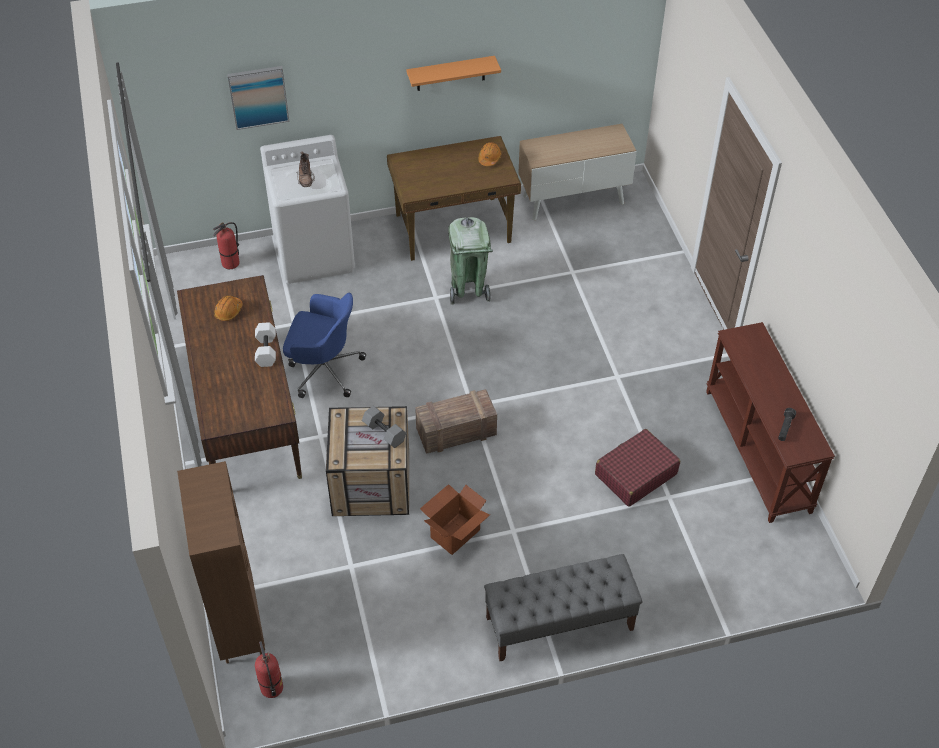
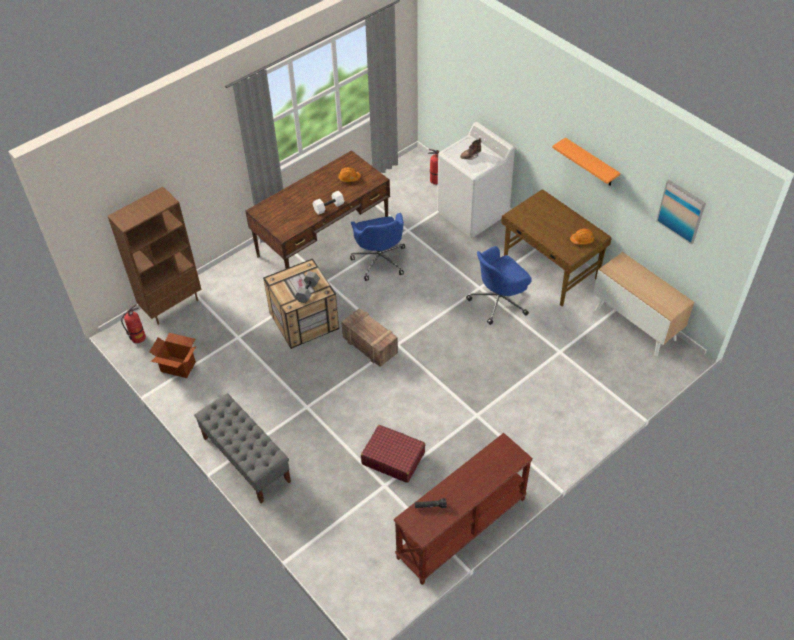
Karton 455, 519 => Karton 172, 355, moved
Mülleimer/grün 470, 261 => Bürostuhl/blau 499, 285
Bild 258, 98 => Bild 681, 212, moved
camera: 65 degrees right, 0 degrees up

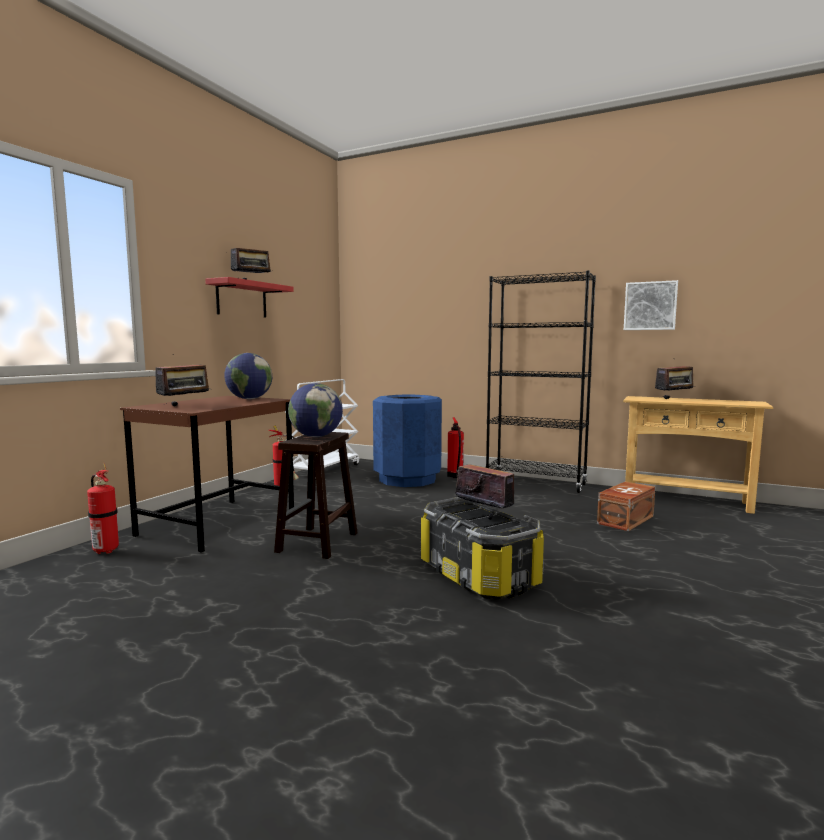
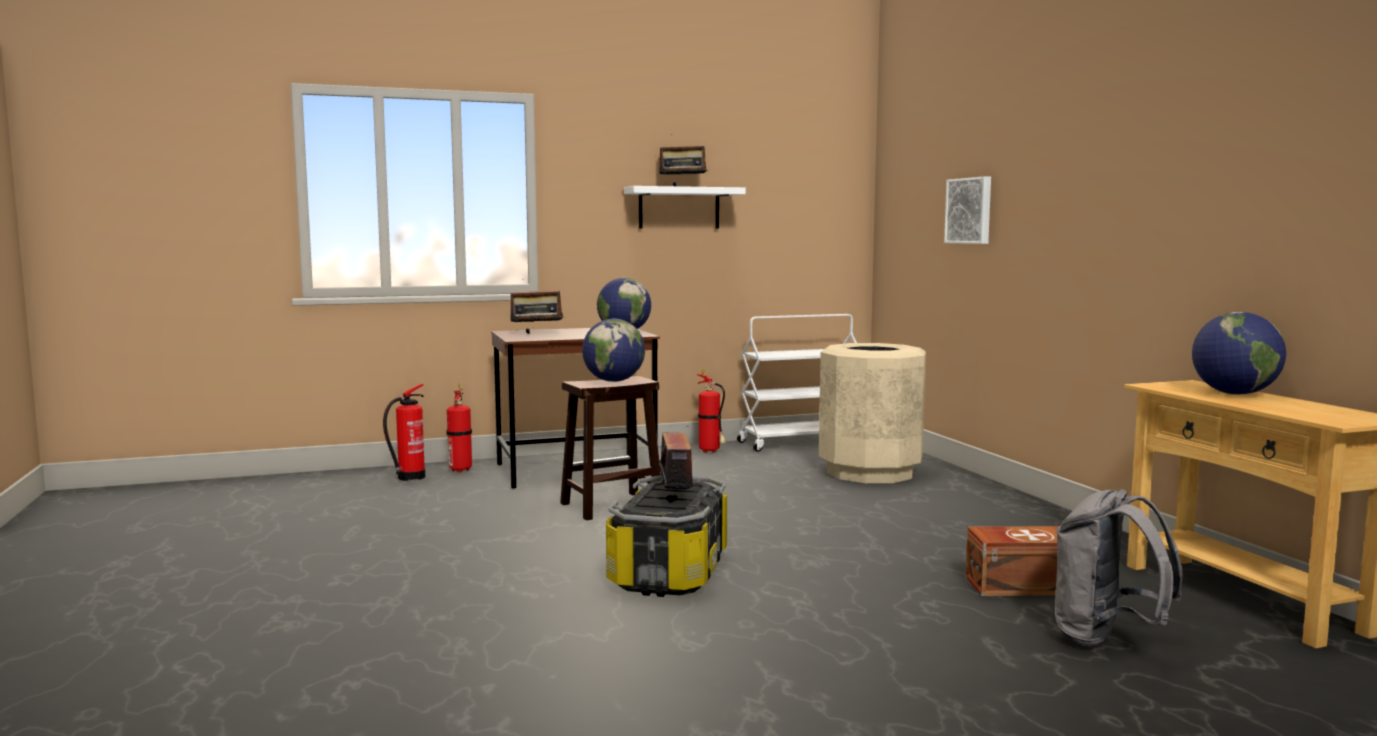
Feuerlöscher 455, 447 => Feuerlöscher 404, 432, moved
Wandregal/rot 249, 297 => Wandregal/weiß 685, 207
Mülleimer/blau 407, 440 => Mülleimer/beige 872, 413
Bild 651, 305 => Bild 967, 210, moved
nothing => Rucksack/grau 1118, 567
Radio 675, 382 => Globus 1239, 353
Bücherregal/schwarz 541, 381 => nothing
camera: 45 degrees right, 0 degrees up

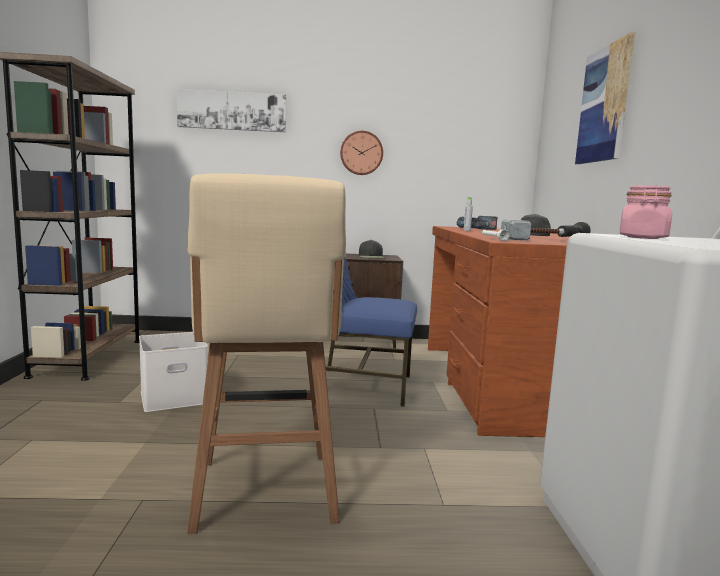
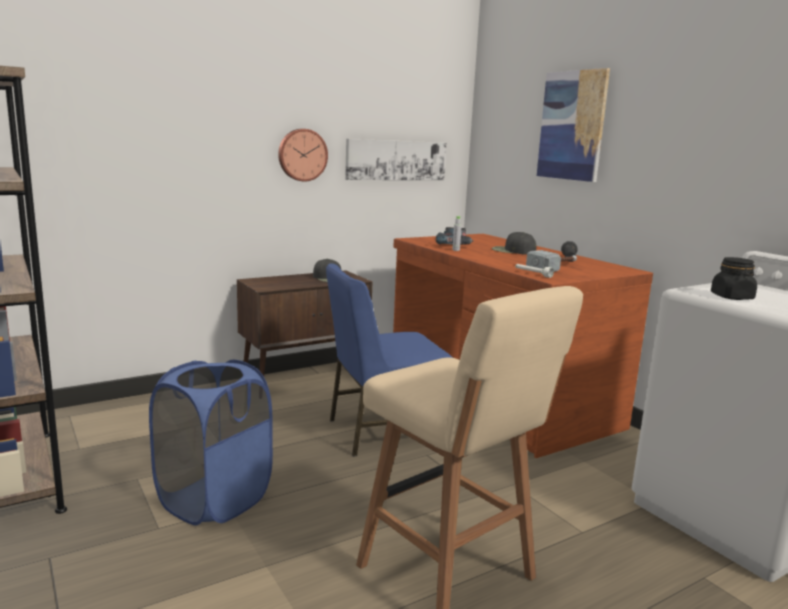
Aufbewahrungsbox/weiß 173, 372 => Wäschekorb/blau 211, 443
Bild 231, 110 => Bild 395, 159, moved
Vorratsglas/rosa 646, 212 => Vorratsglas/schwarz 734, 278
camera: 30 degrees left, 5 degrees up

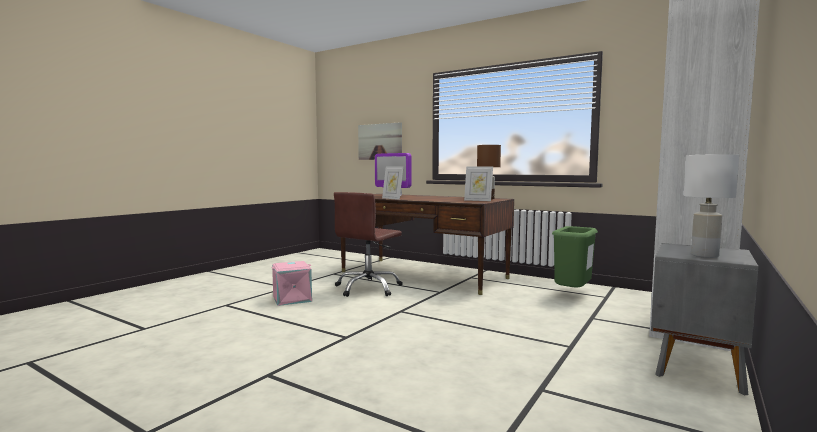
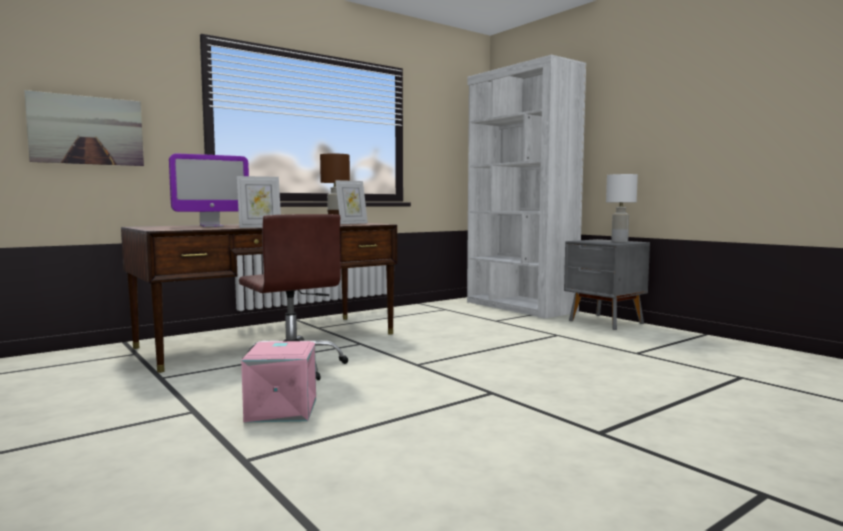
Mülleimer/grün 575, 257 => nothing
camera: 70 degrees left, 0 degrees up

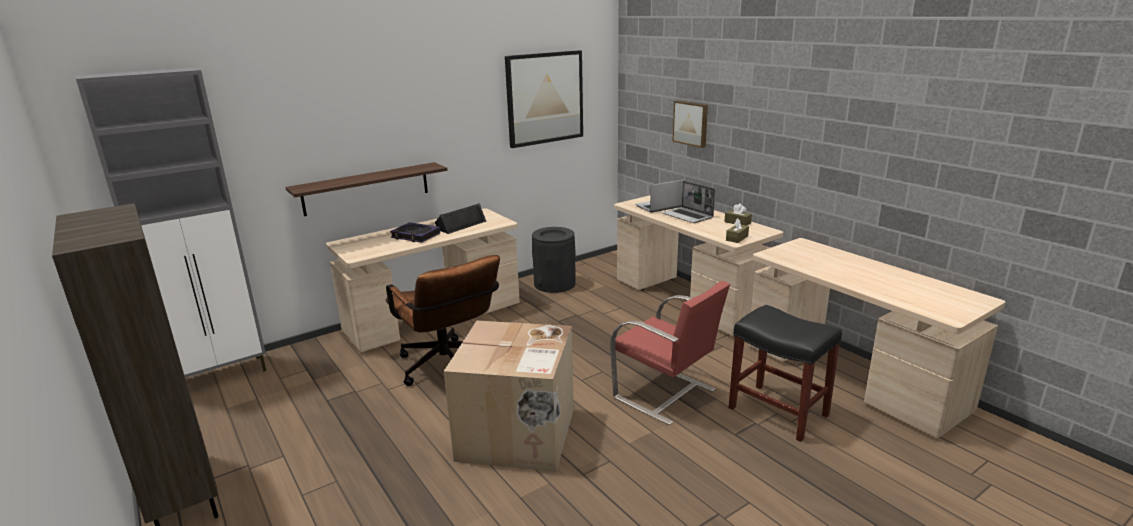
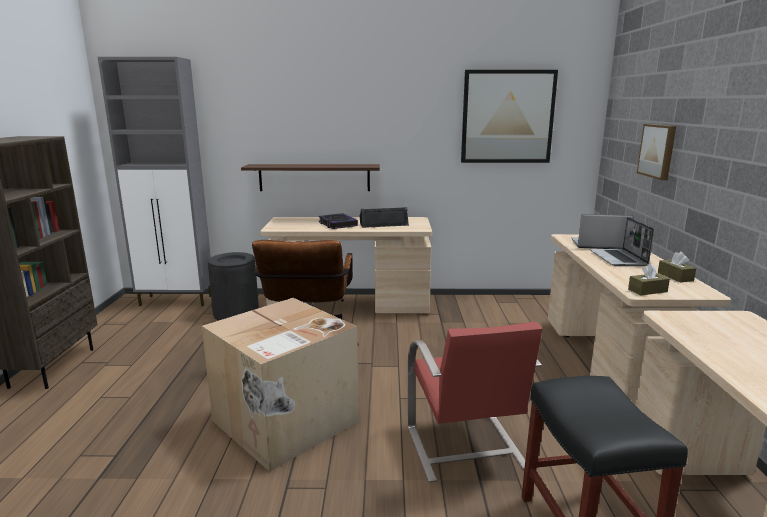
Mülleimer/schwarz 554, 260 => Mülleimer/schwarz 233, 286, moved
camera: 35 degrees right, 5 degrees down

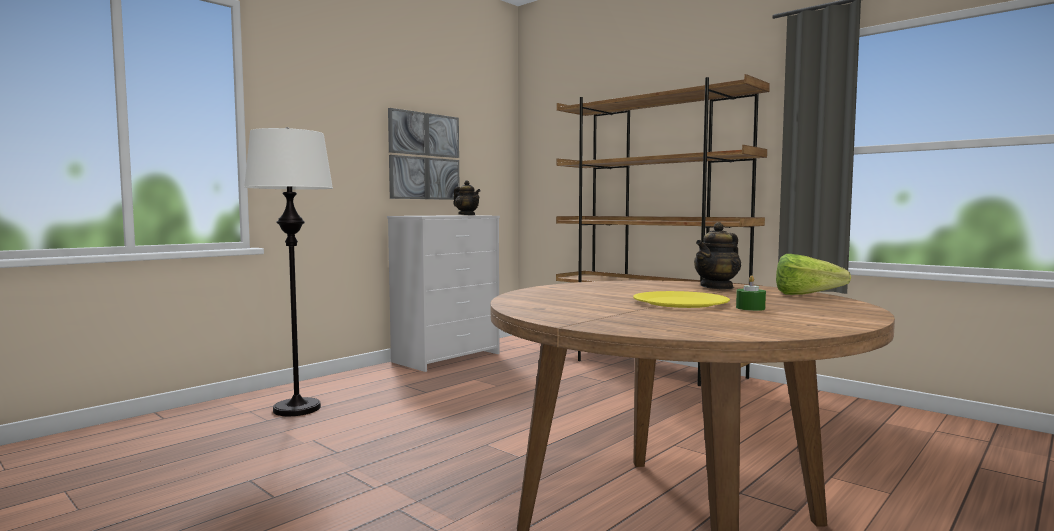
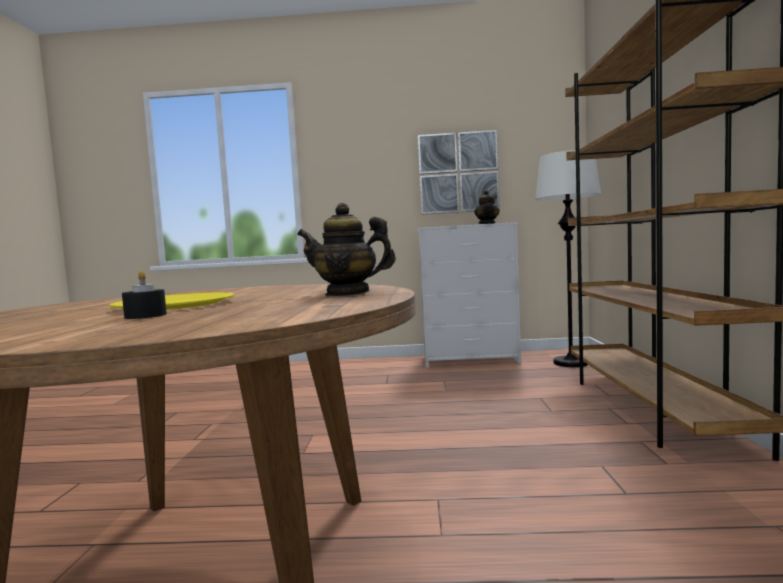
Kerze/grün 751, 293 => Kerze/schwarz 144, 295
Stehlampe/weiß 288, 271 => Stehlampe/weiß 568, 258, moved
Salatkopf 813, 274 => nothing
camera: 50 degrees right, 0 degrees up

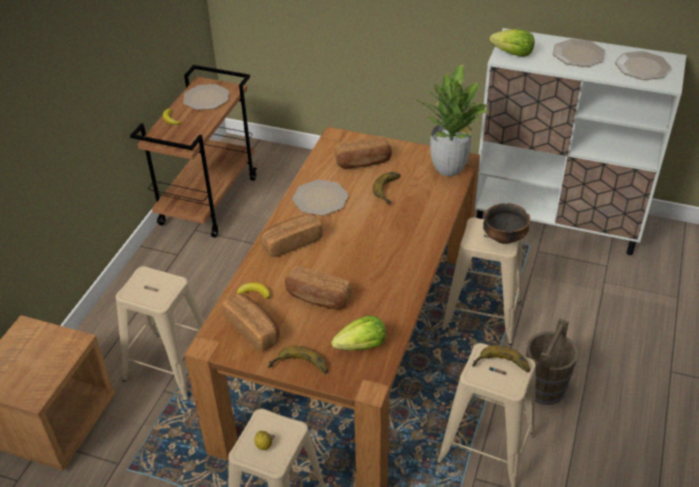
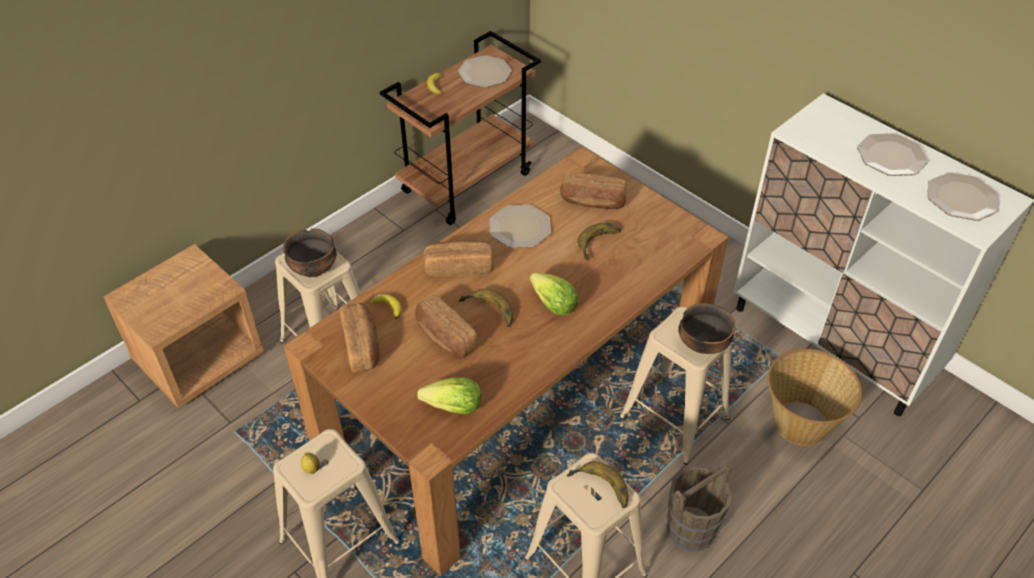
nothing => Schüssel 310, 252
Banane 298, 360 => Banane 486, 308, moved
Salatkopf 512, 43 => Salatkopf 554, 294, moved
nothing => Korb 814, 397
Topfpflanze 452, 120 => nothing
camera: 25 degrees right, 5 degrees up

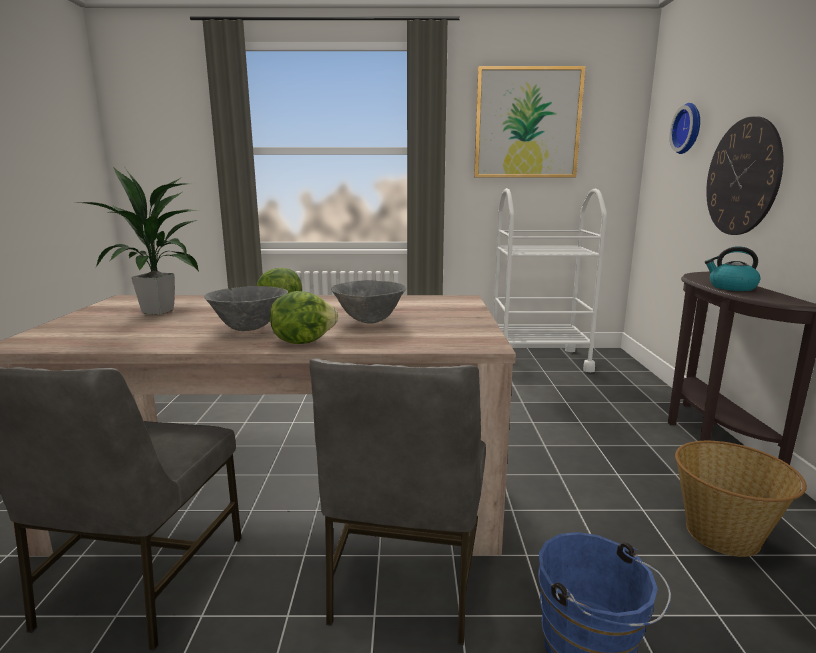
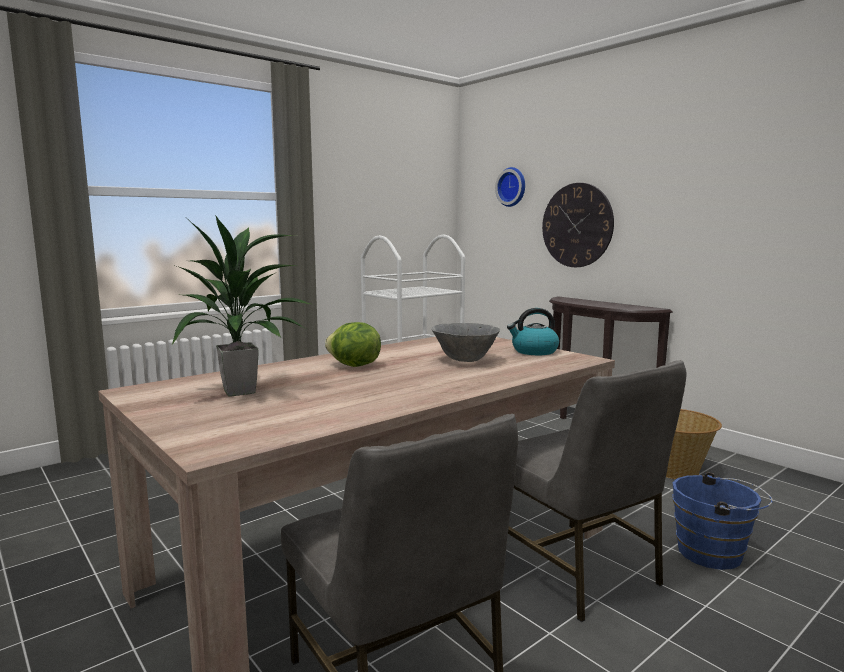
Wasserkessel 732, 268 => Wasserkessel 533, 331, moved
Schüssel/grau 246, 308 => nothing
Salatkopf 304, 317 => nothing
Bild 530, 121 => nothing
camera: 40 degrees left, 5 degrees down

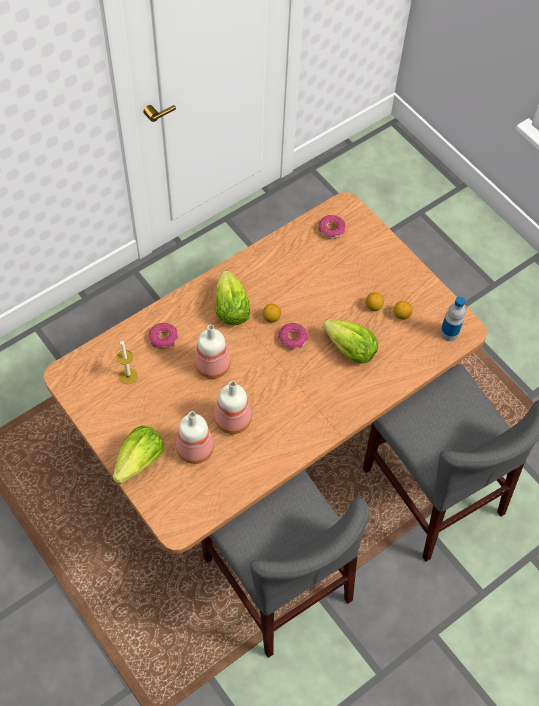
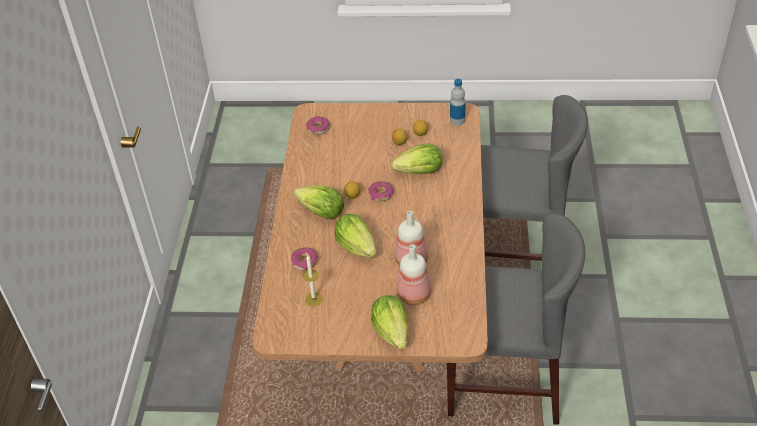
Flasche 212, 351 => Salatkopf 356, 236
camera: 45 degrees left, 15 degrees down

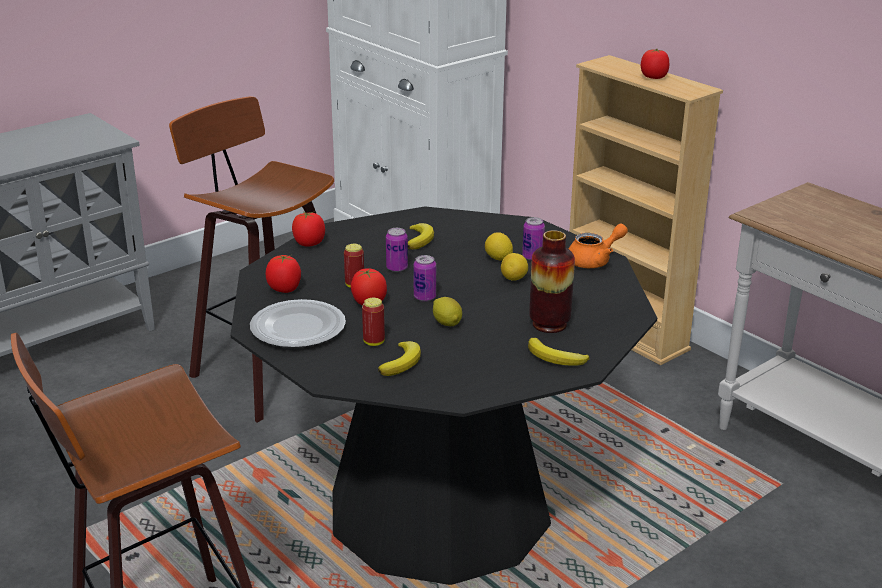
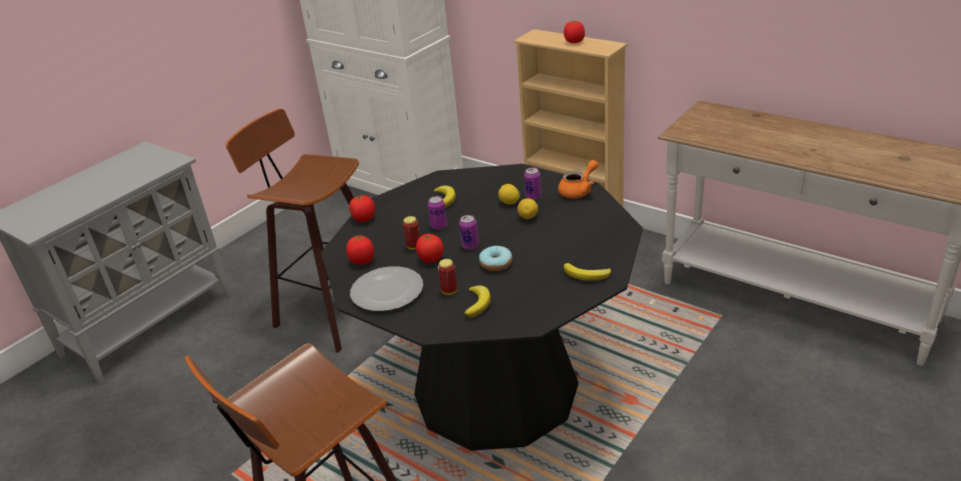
Zitrone 447, 311 => Donut 495, 258
Vase 552, 281 => nothing
camera: 10 degrees left, 5 degrees up

